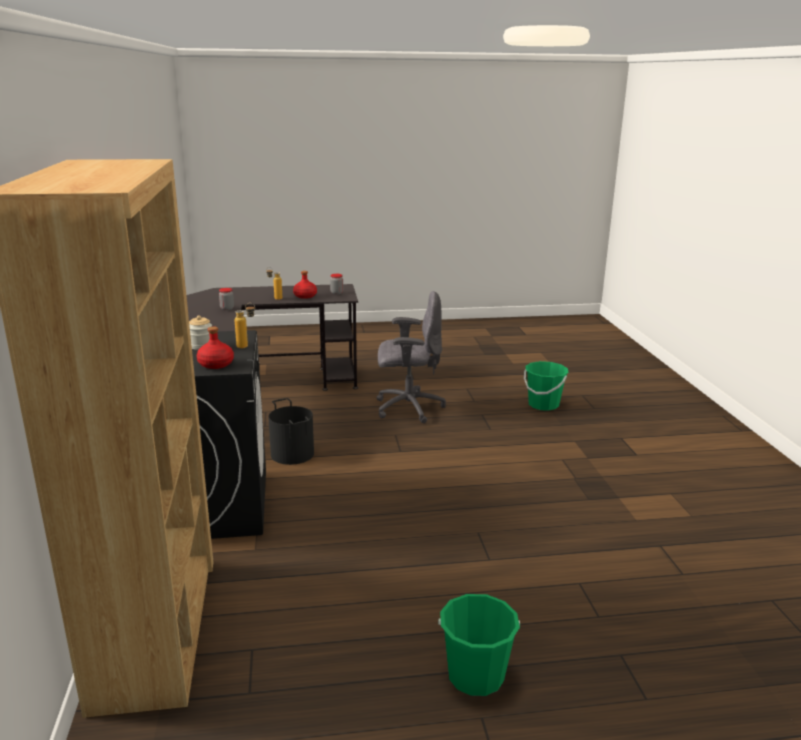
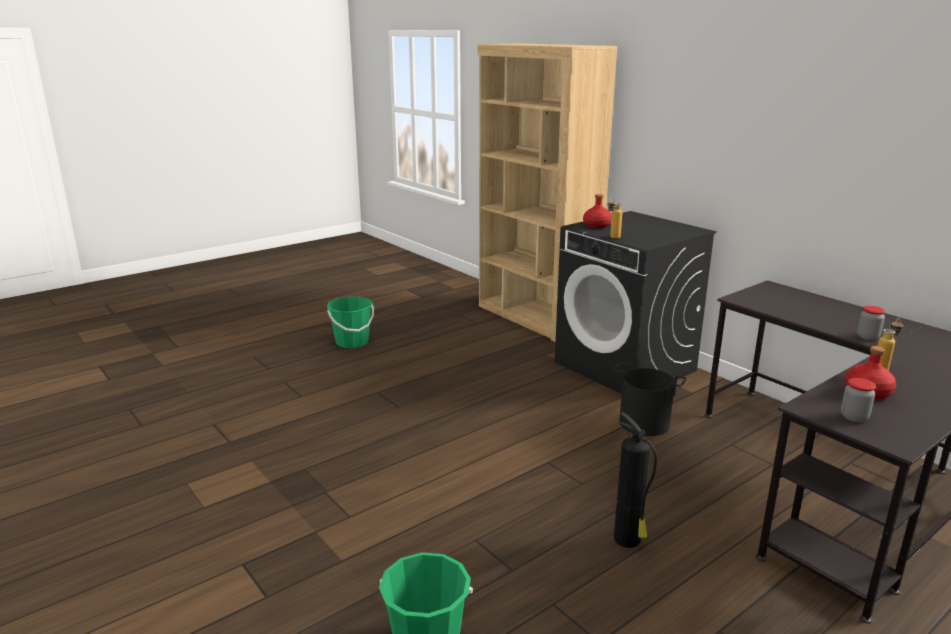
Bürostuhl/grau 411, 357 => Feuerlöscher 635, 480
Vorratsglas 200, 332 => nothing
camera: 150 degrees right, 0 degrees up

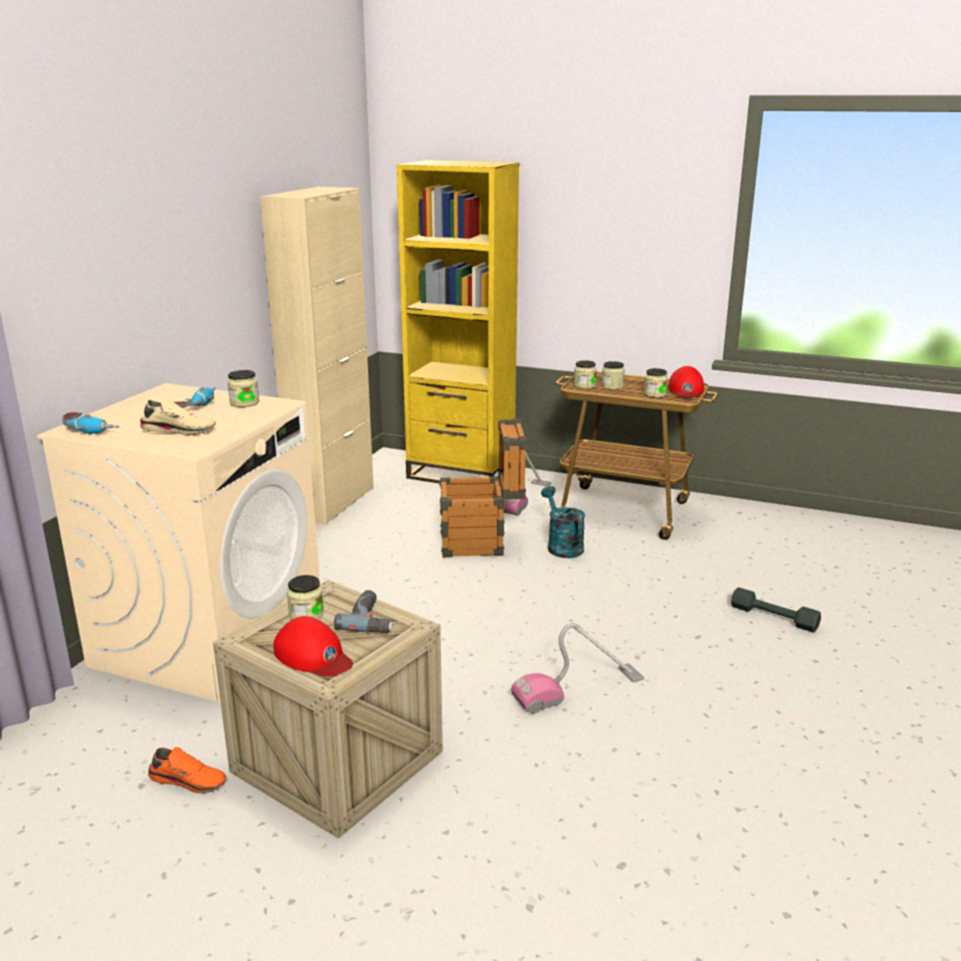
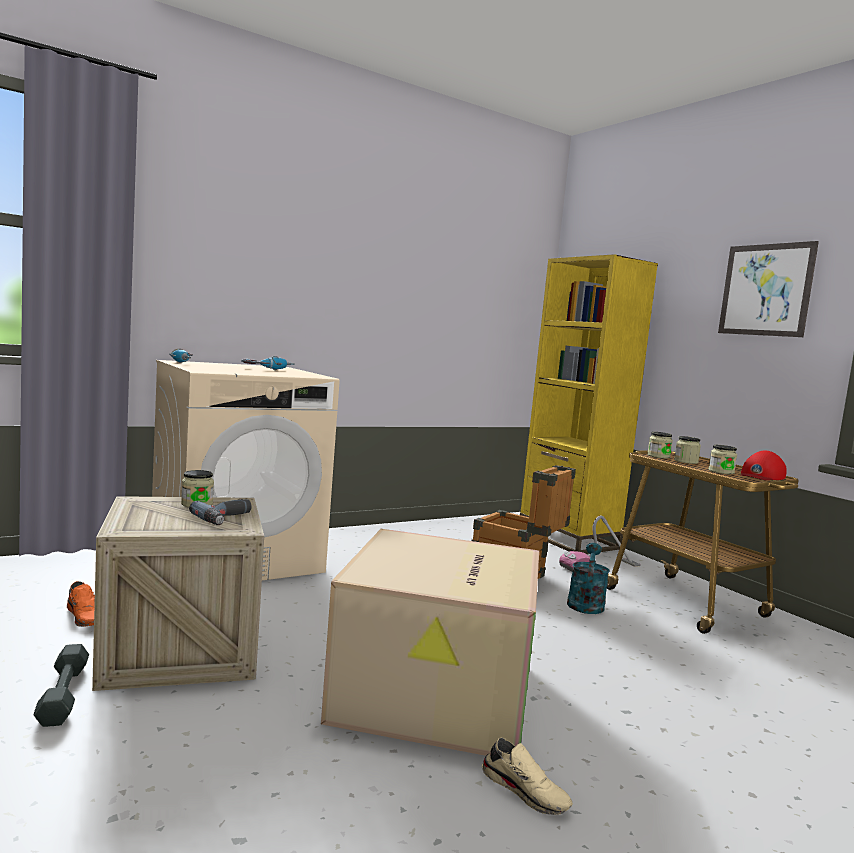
Hantel/grau 776, 609 => Hantel/grau 61, 685, moved
Staubsauger 577, 668 => Karton 430, 642
Schuh/beige 178, 417 => Schuh/beige 527, 776, moved
nothing => Bild 768, 289
Vorratsglas 243, 388 => nothing
Schrank/beige 317, 356 => nothing
Kappe/rot 313, 646 => nothing
camera: 35 degrees right, 15 degrees down

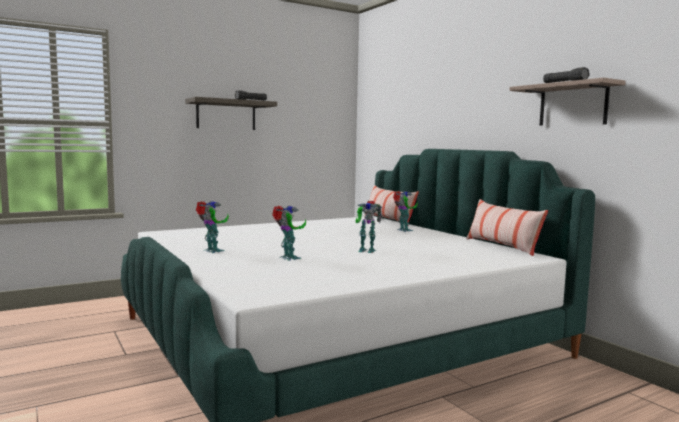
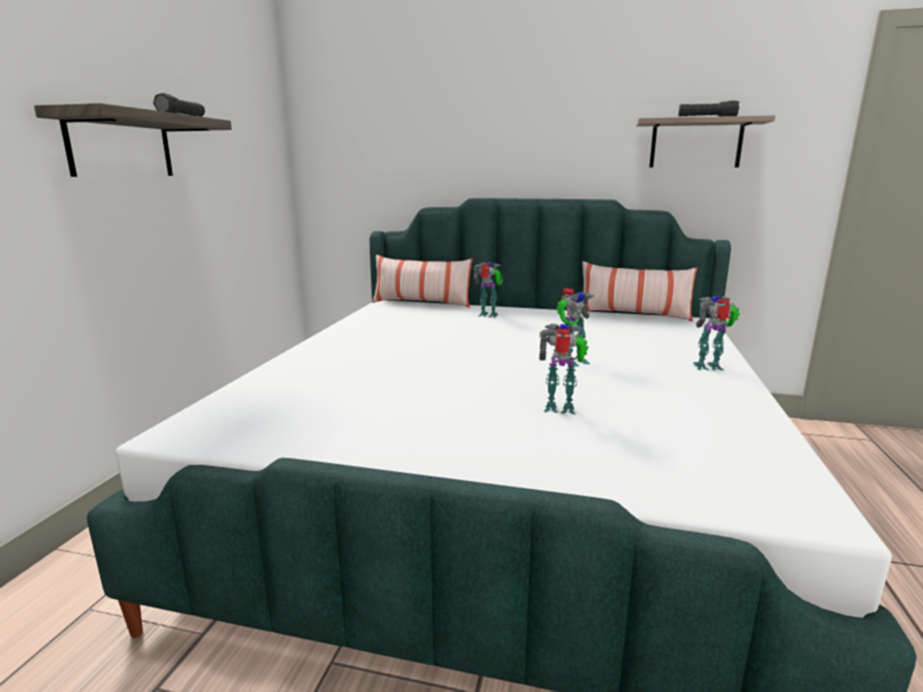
Spielzeugroboter 212, 227 => Spielzeugroboter 716, 333, moved
camera: 45 degrees left, 10 degrees up

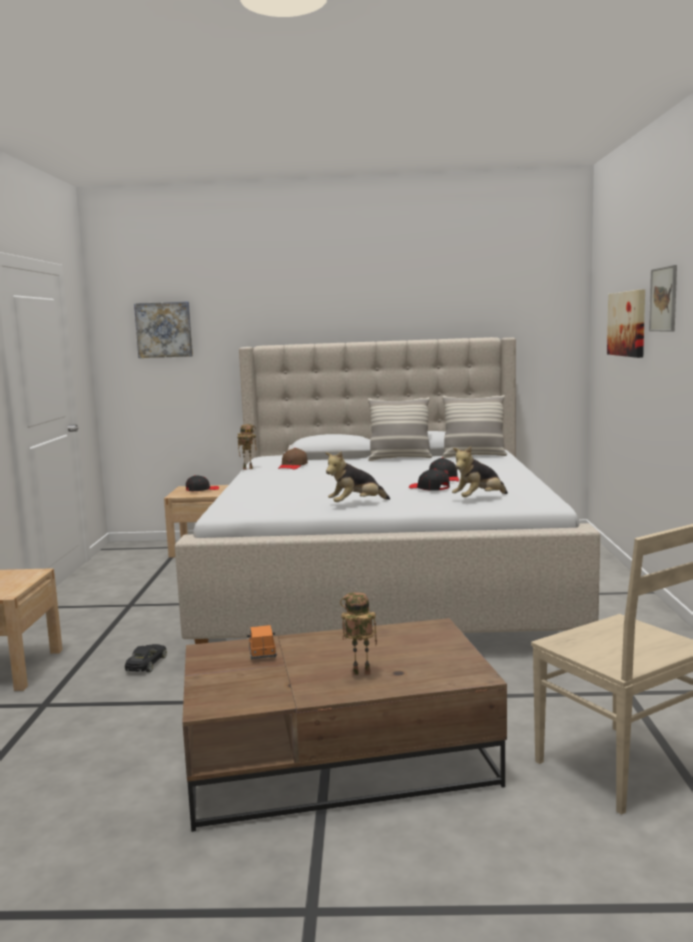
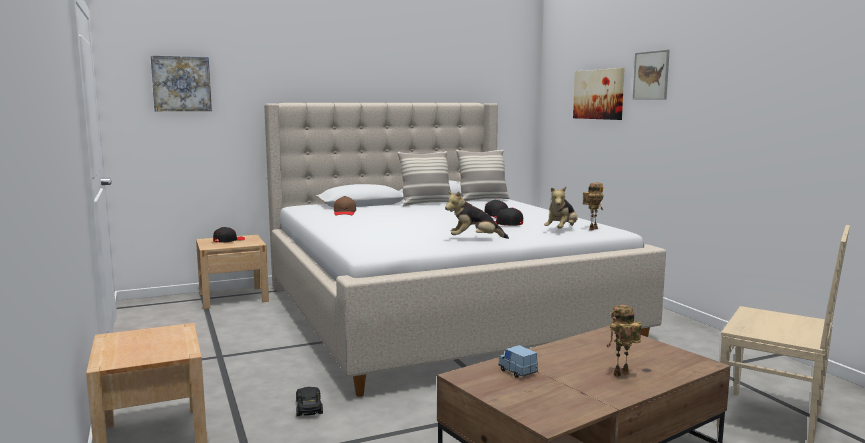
Plüschtier 357, 476 => Plüschtier 477, 215, 45 degrees clockwise
Spielzeugauto/orange 262, 642 => Spielzeugauto/blau 518, 361
Spielzeugroboter 247, 447 => Spielzeugroboter 593, 206, moved
camera: 25 degrees left, 0 degrees up

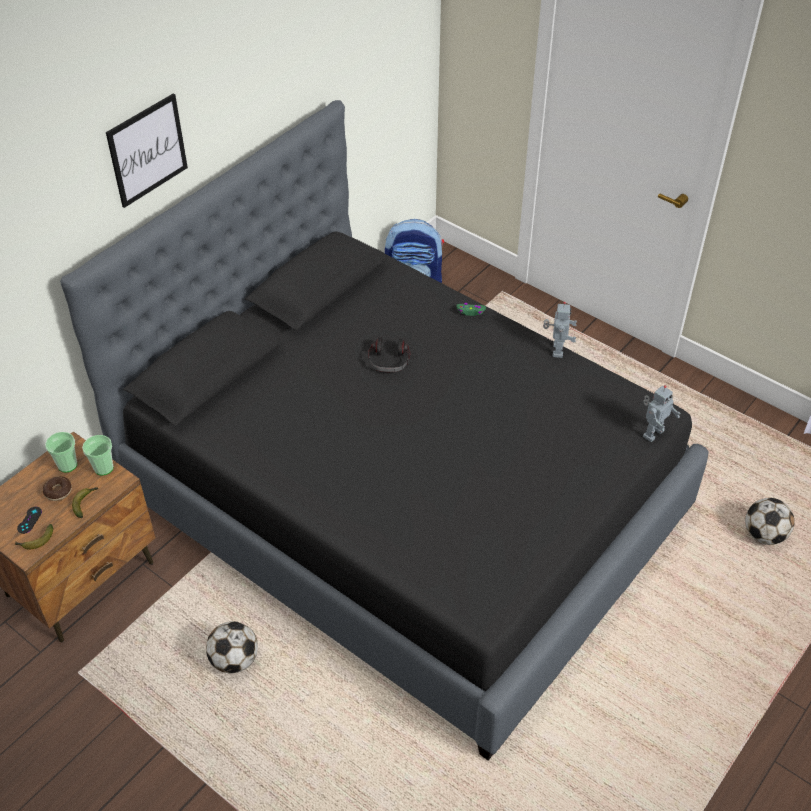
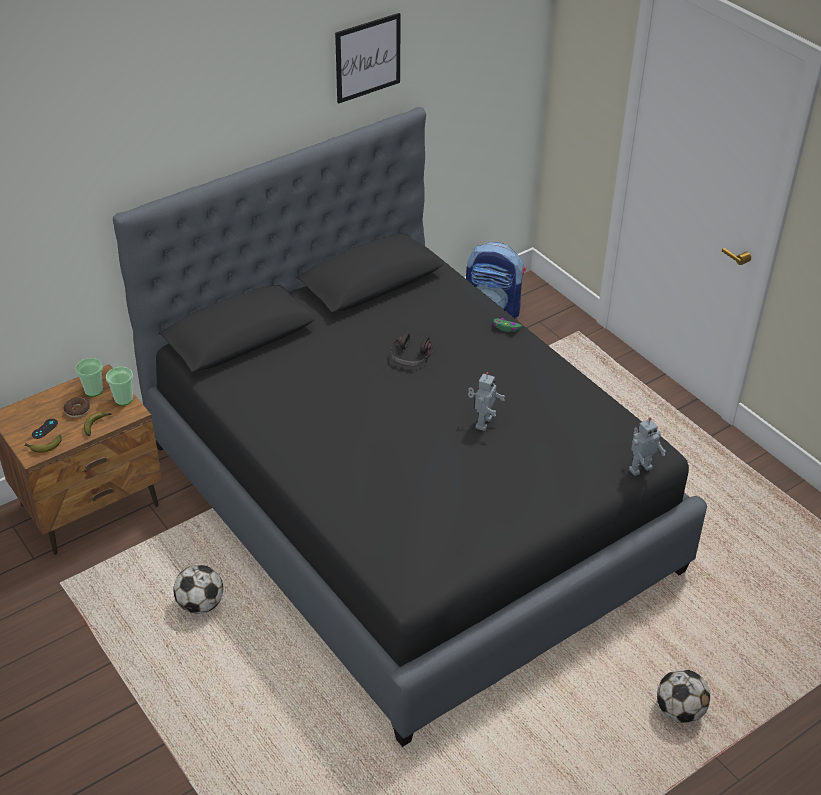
Bild 147, 150 => Bild 368, 58, moved
Spielzeugroboter 560, 330 => Spielzeugroboter 486, 401, moved
Fußball 770, 521 => Fußball 683, 696, moved
camera: 15 degrees right, 5 degrees down

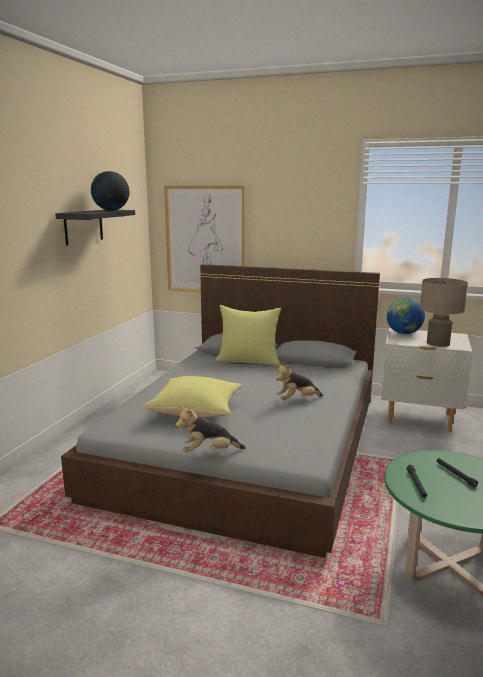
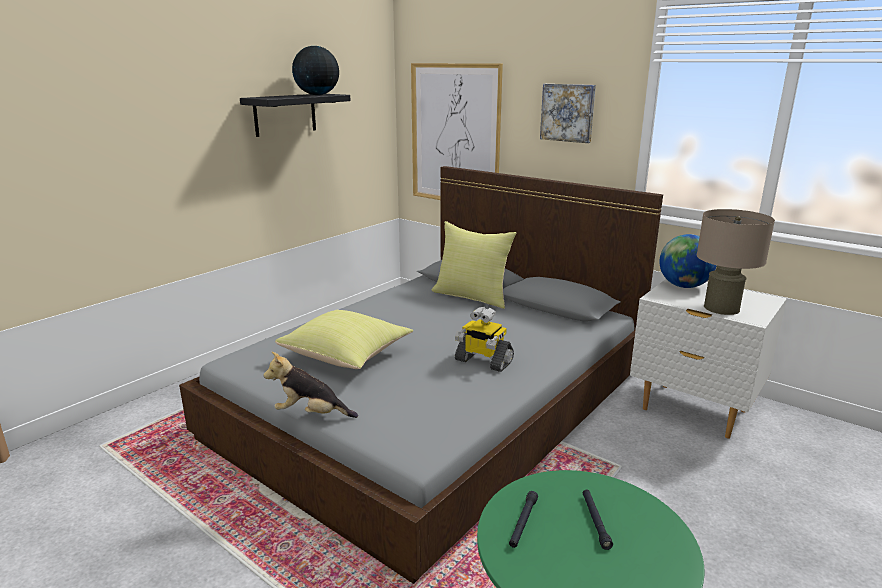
Plüschtier 299, 381 => Spielzeugroboter 484, 339
nothing => Bild 568, 113
camera: 20 degrees right, 5 degrees up

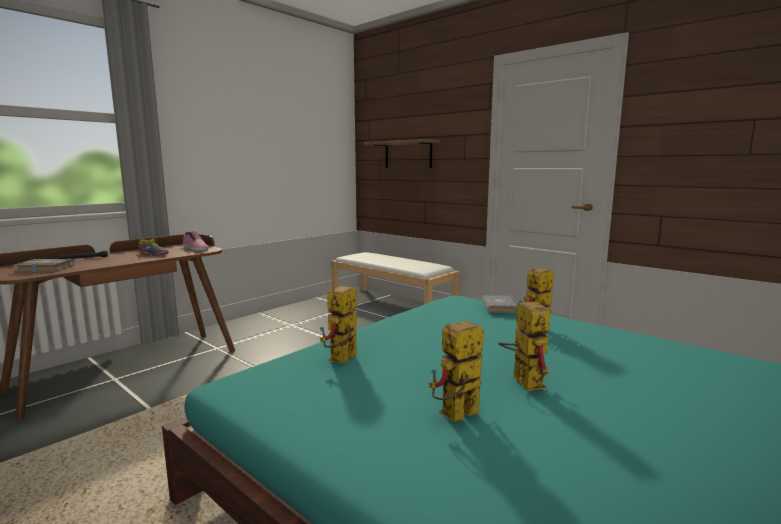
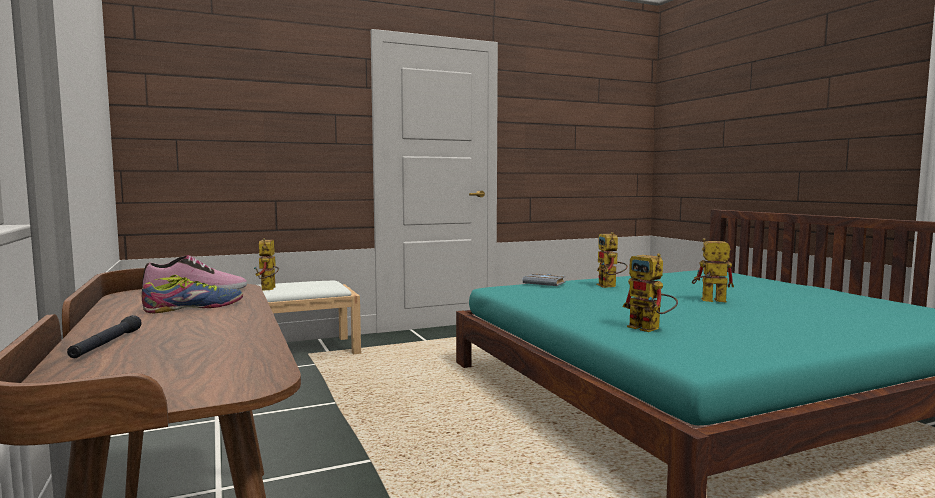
Spielzeugroboter 456, 371 => Spielzeugroboter 266, 264, moved
Buch/grau 43, 265 => nothing
Wandregal 402, 153 => nothing
camera: 65 degrees left, 5 degrees down

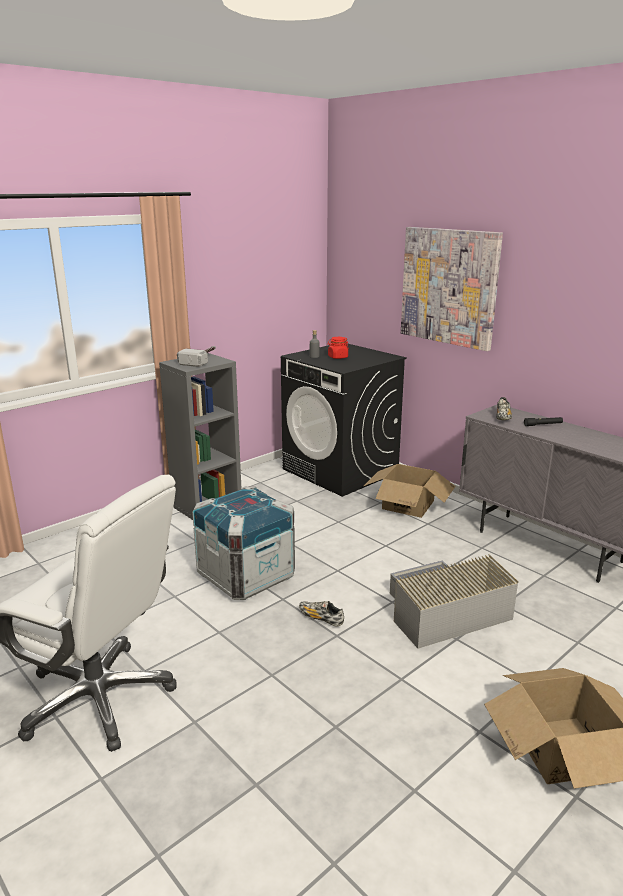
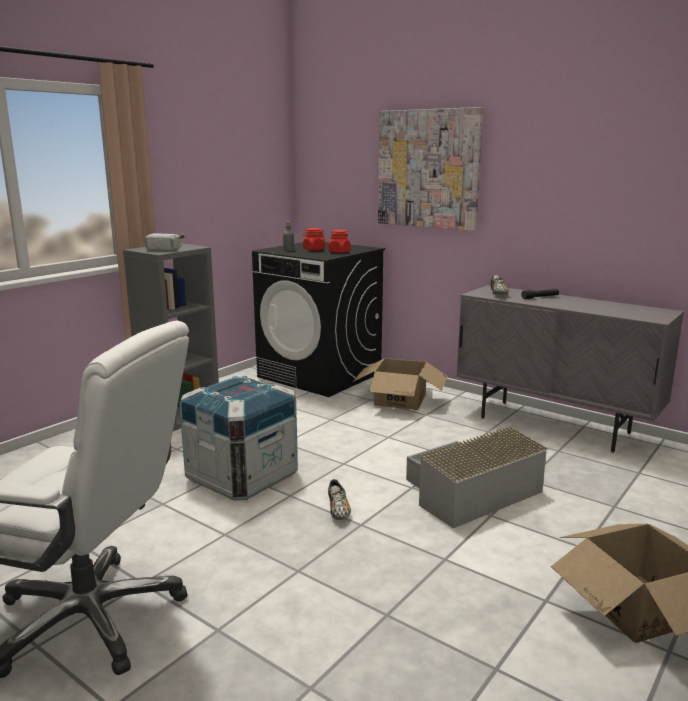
nothing => Vorratsglas/rot 339, 241
Schuh 321, 614 => Schuh 339, 499, 120 degrees counterclockwise
camera: 10 degrees left, 5 degrees down

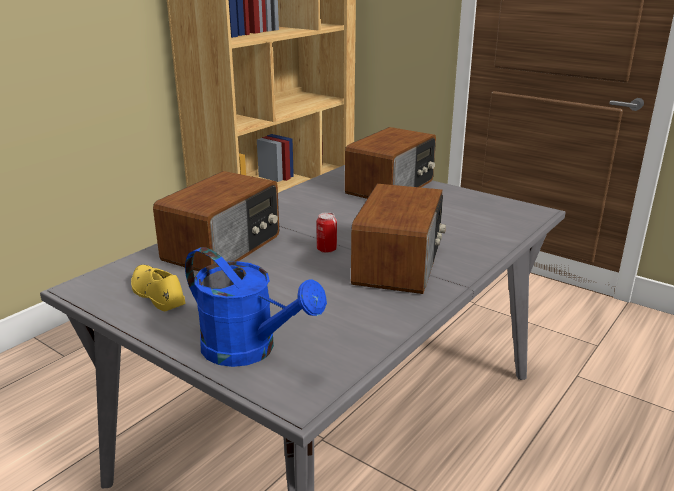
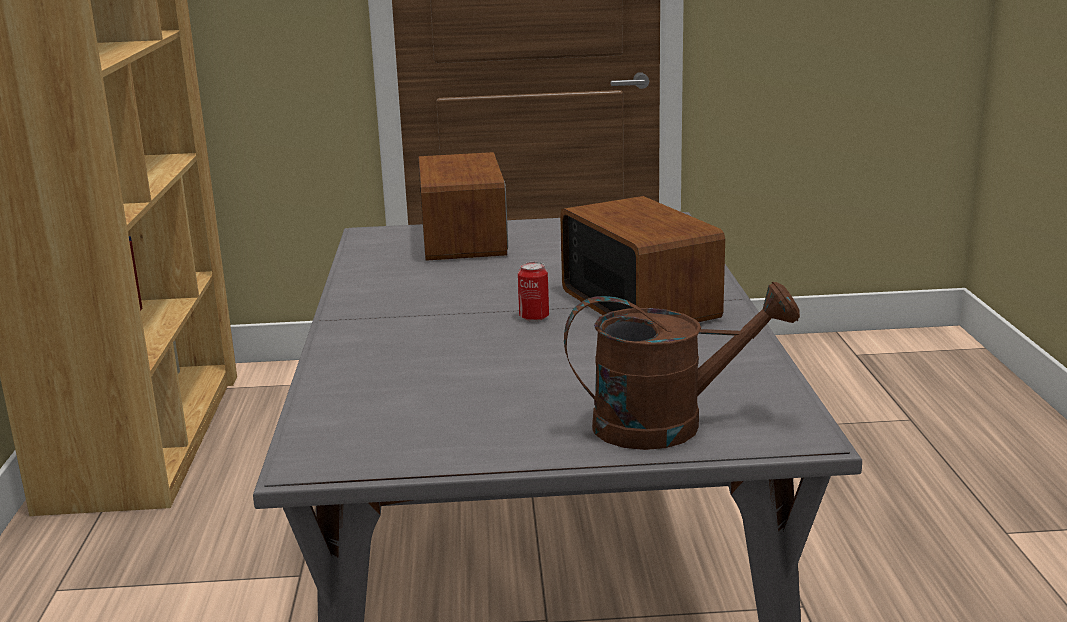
Gießkanne/blau 256, 307 => Gießkanne/braun 682, 366
Schuh/gelb 158, 288 => nothing
Radio 216, 221 => nothing
camera: 40 degrees left, 5 degrees down

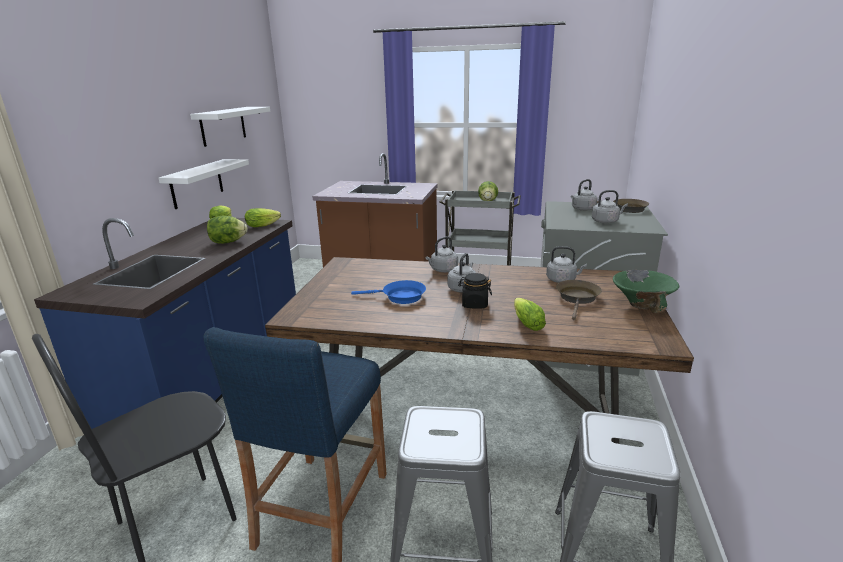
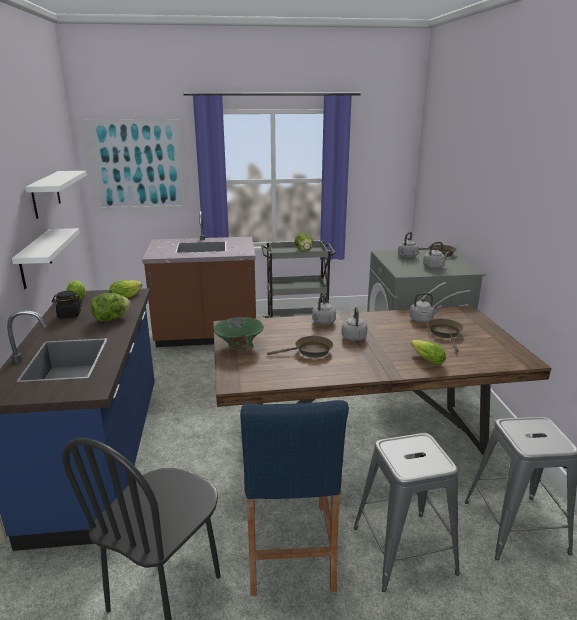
Vorratsglas/schwarz 475, 291 => Vorratsglas/schwarz 67, 304, moved
nothing => Bild 136, 165
Schüssel/grün 646, 291 => Schüssel/grün 239, 335, moved
Pfanne/blau 388, 292 => Pfanne/braun 300, 347
camera: 20 degrees left, 0 degrees up

